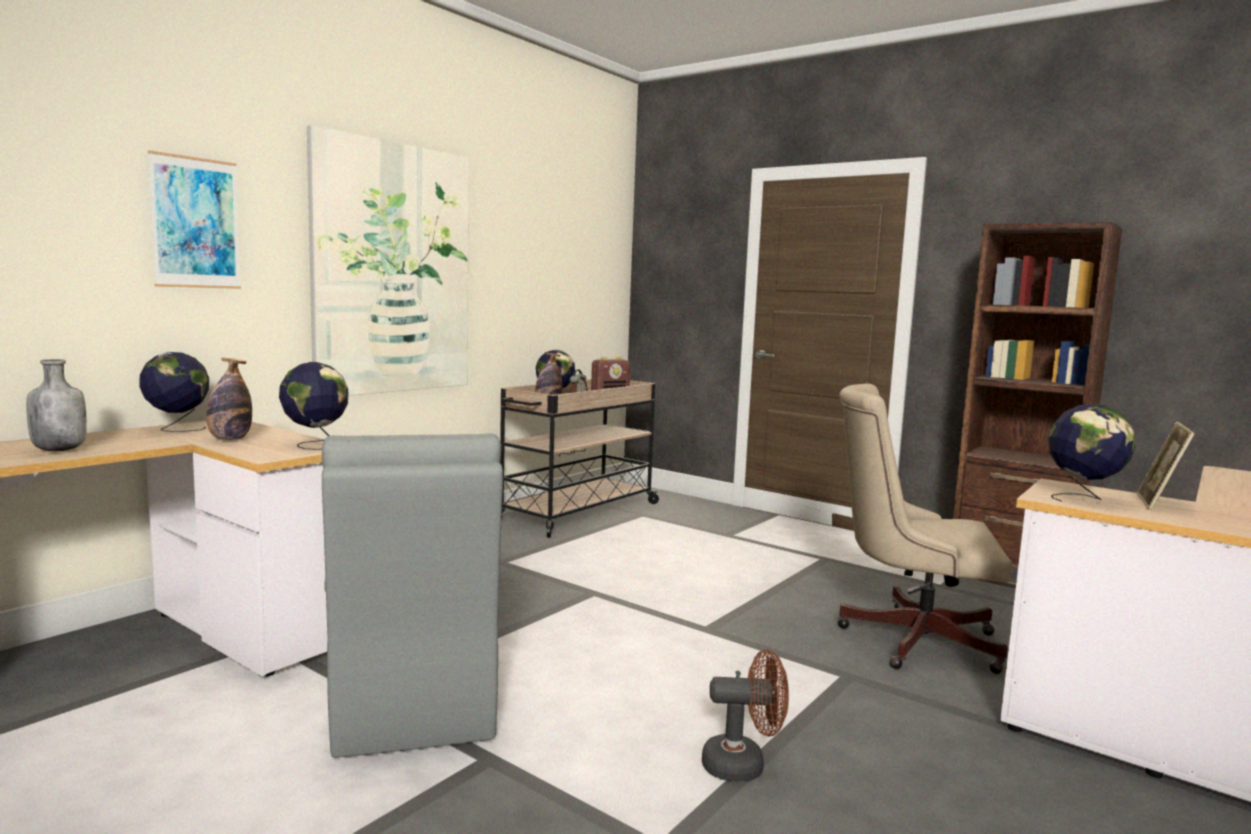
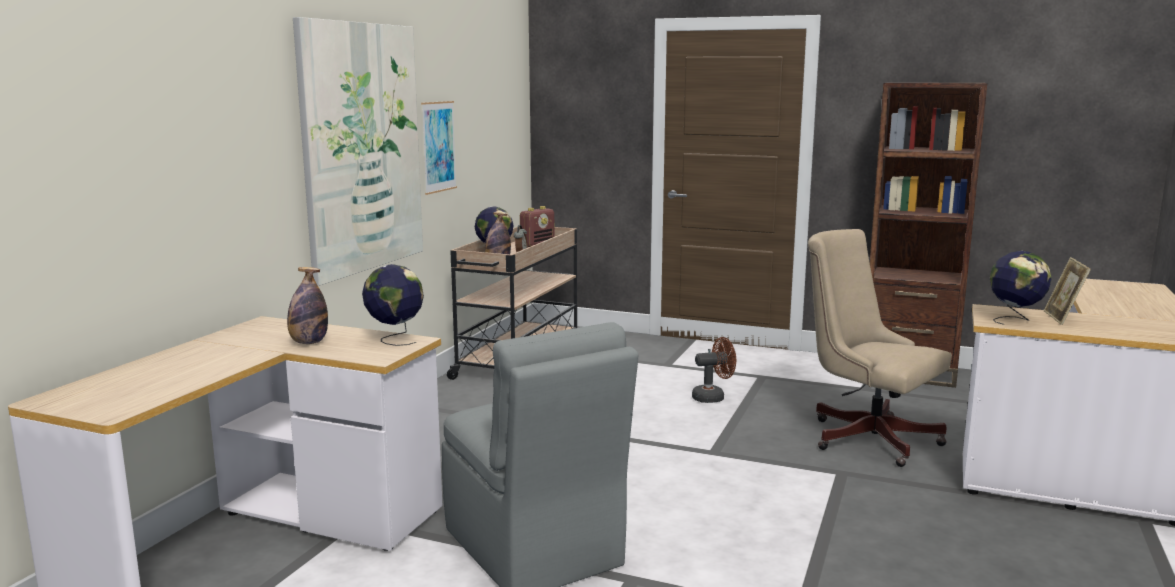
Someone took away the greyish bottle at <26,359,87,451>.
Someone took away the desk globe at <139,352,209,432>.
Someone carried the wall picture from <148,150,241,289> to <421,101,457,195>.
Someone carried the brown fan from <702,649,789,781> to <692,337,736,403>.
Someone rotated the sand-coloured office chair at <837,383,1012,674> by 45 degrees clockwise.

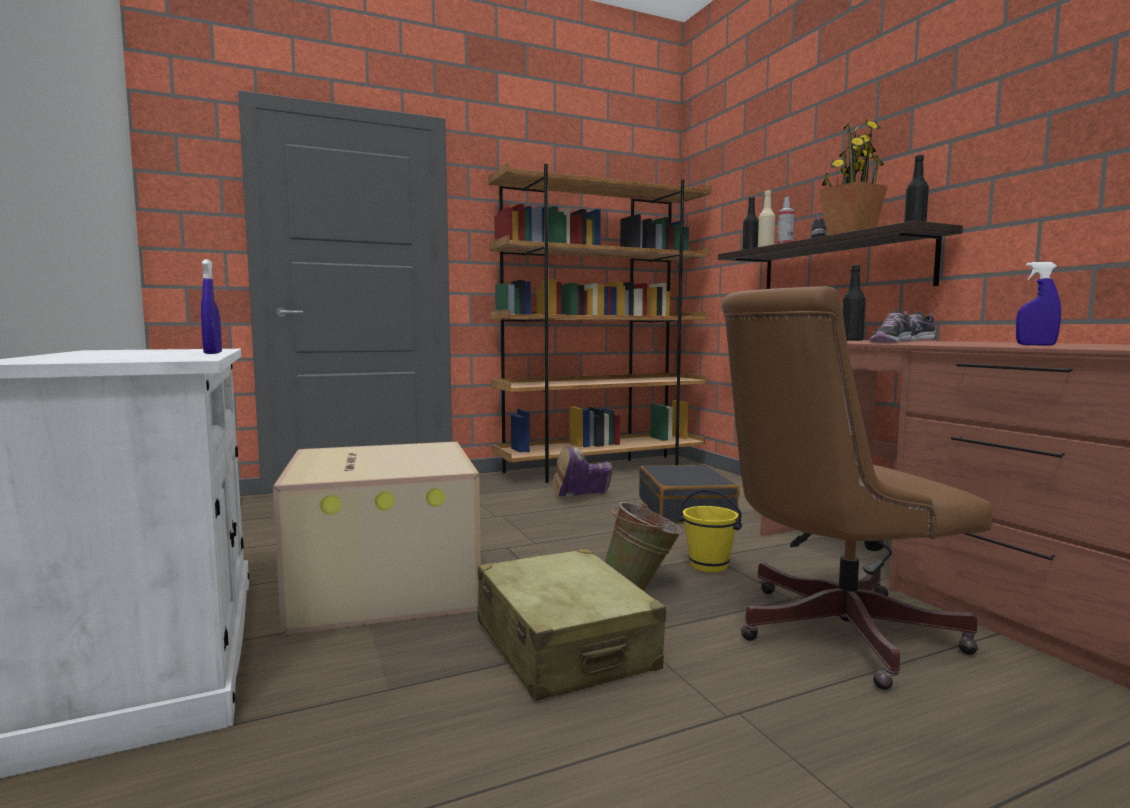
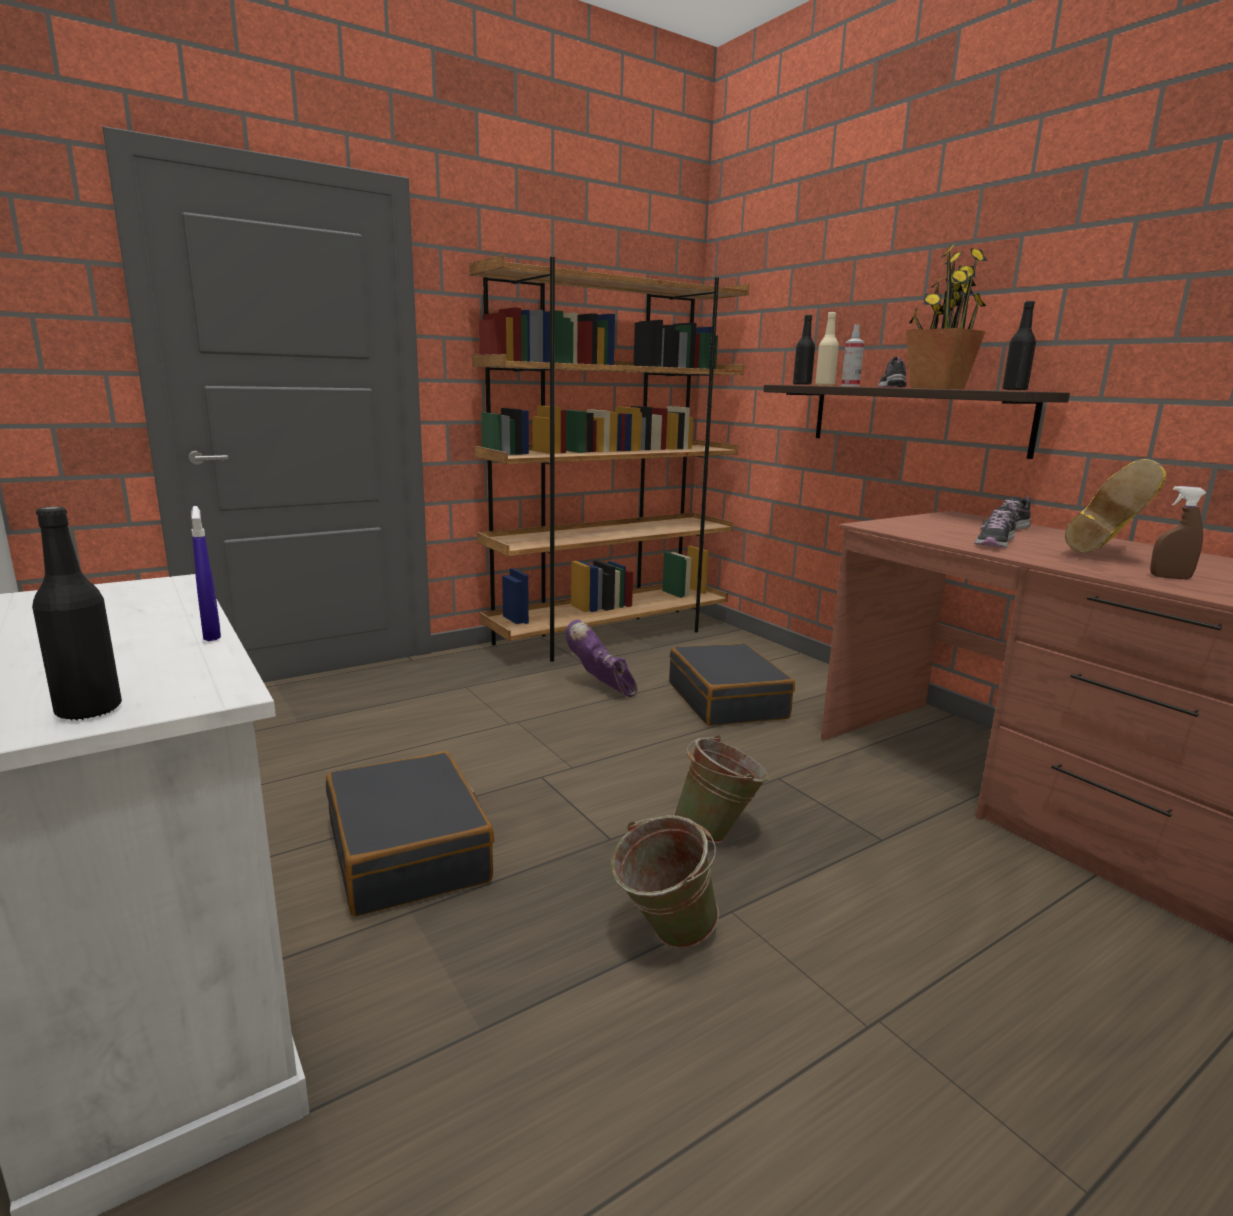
Someone swapped the packing box at <273,442,481,635> for the blackish suitcase at <326,751,494,916>.
Someone swapped the sand-coloured suitcase at <478,548,666,701> for the green pail at <611,816,719,949>.
Someone rotated the purple-coloured high-top boot at <553,447,613,497> by 90 degrees clockwise.
Someone took away the yellow pail at <679,489,742,573>.
Someone took away the brown office chair at <721,286,992,690>.
Someone carried the blackish bottle from <842,265,866,341> to <32,507,122,720>.
Someone repainted the bluish spray bottle at <1016,262,1061,346>, which became the brown spray bottle at <1150,486,1207,579>.
Someone put down the yellow high-top boot at <1065,459,1166,552>.

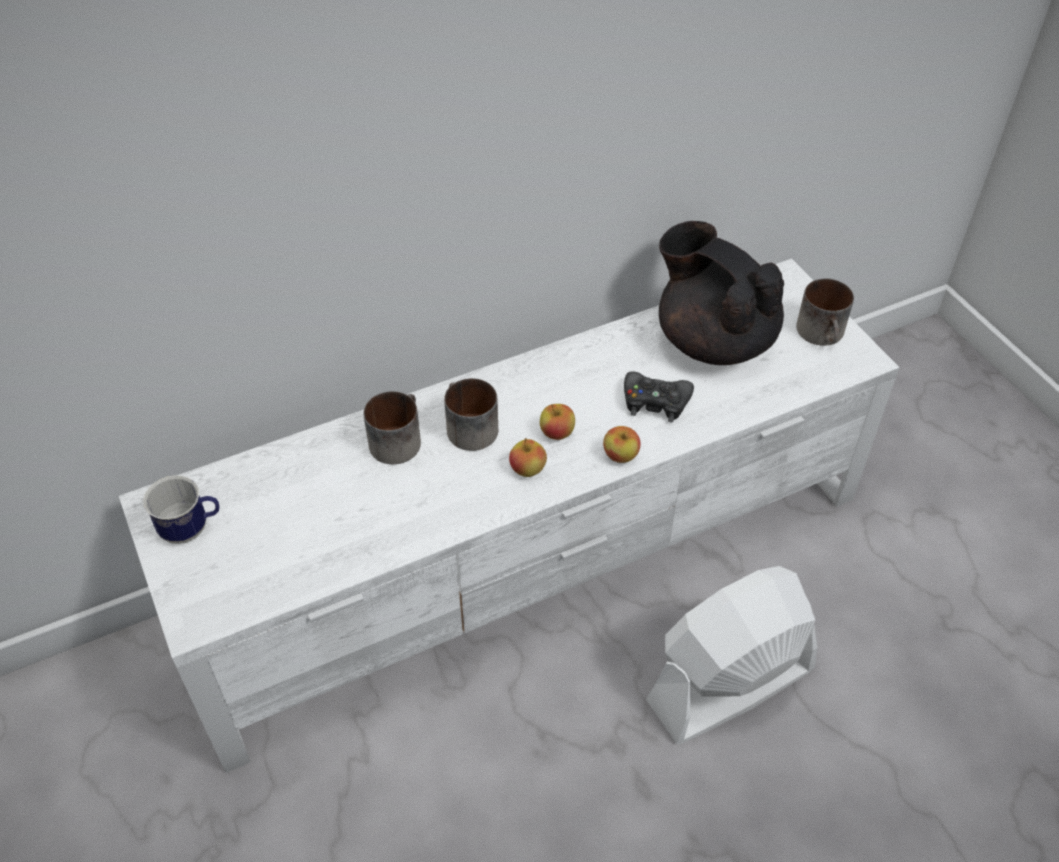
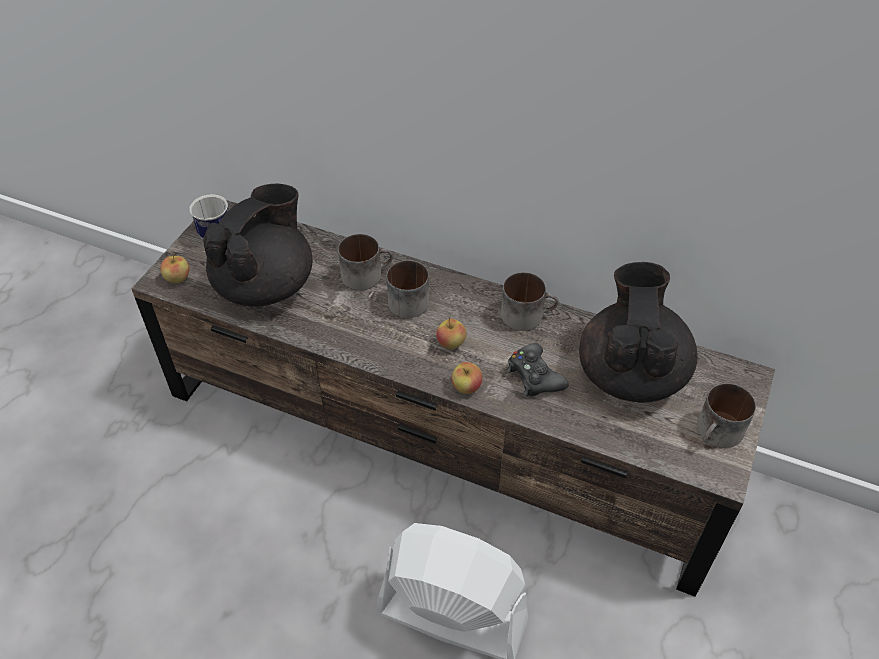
Someone repainted the whitish tv stand at <119,259,899,773>, which became the brown tv stand at <131,200,775,597>.
Someone carried the apple from <509,438,547,477> to <160,253,190,283>.
Someone put down the blackish tea pot at <203,184,312,307>.
Someone put down the tea mug at <501,272,559,331>.

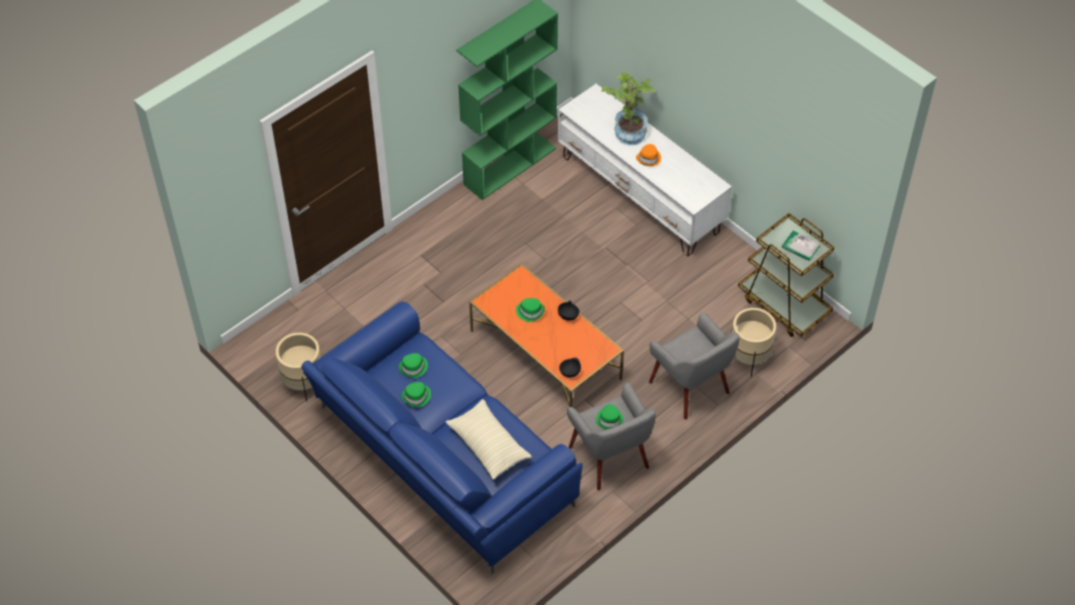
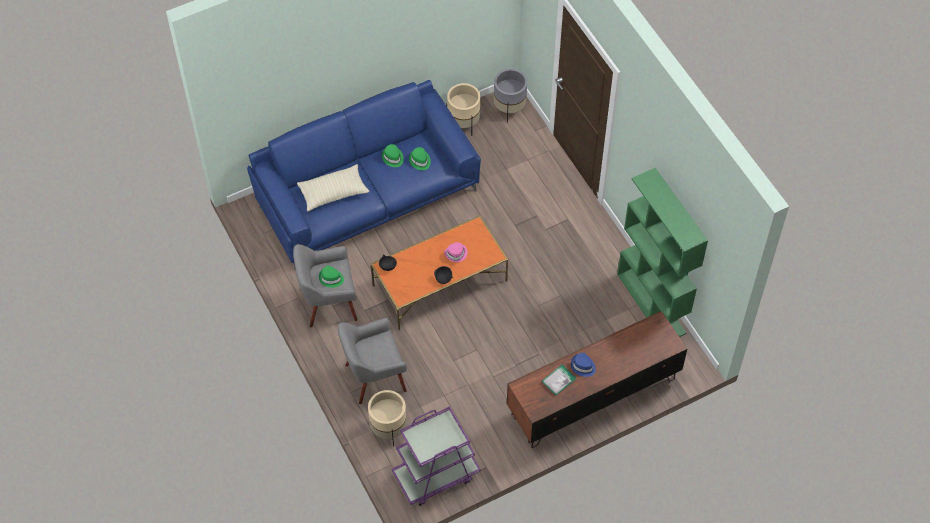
Someone repainted the green wearable hat at <516,298,545,322>, which became the pinkish wearable hat at <444,242,468,262>.
Someone repainted the whitish tv stand at <558,84,732,256>, which became the brown tv stand at <507,311,687,448>.
Someone took away the plant in a pot at <601,72,656,145>.
Someone repainted the orangey wearable hat at <636,144,661,166>, which became the bluish wearable hat at <571,353,596,377>.
Someone repainted the brown wheeled cart at <738,213,834,337>, which became the purple-coloured wheeled cart at <392,406,481,506>.
Someone carried the bound book from <782,231,821,261> to <542,365,576,395>.
Someone put down the greyish plant pot at <494,69,527,123>.

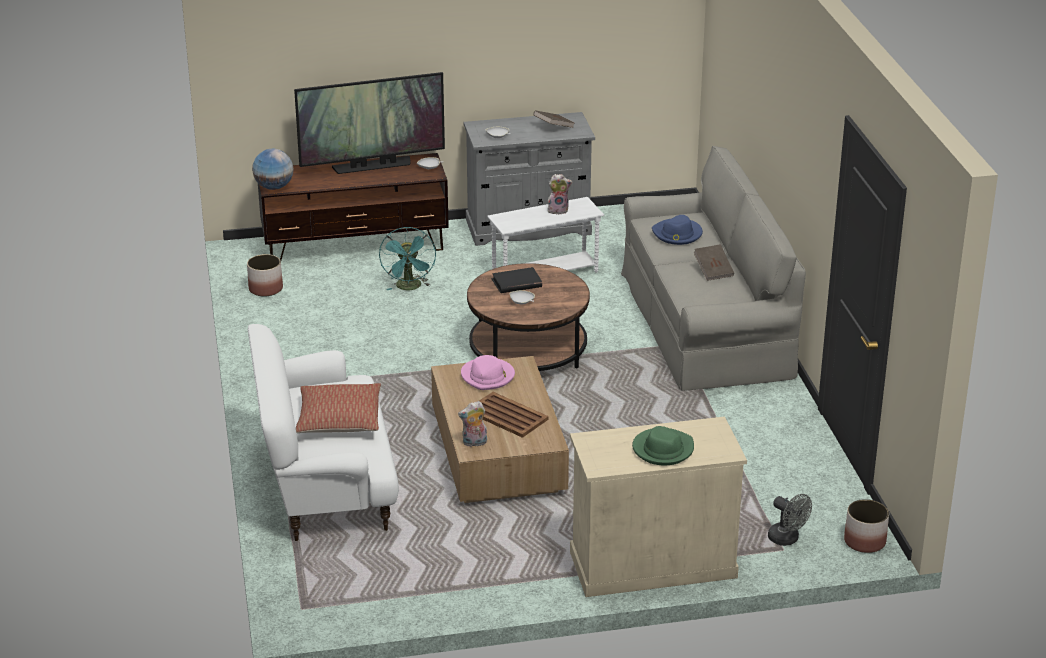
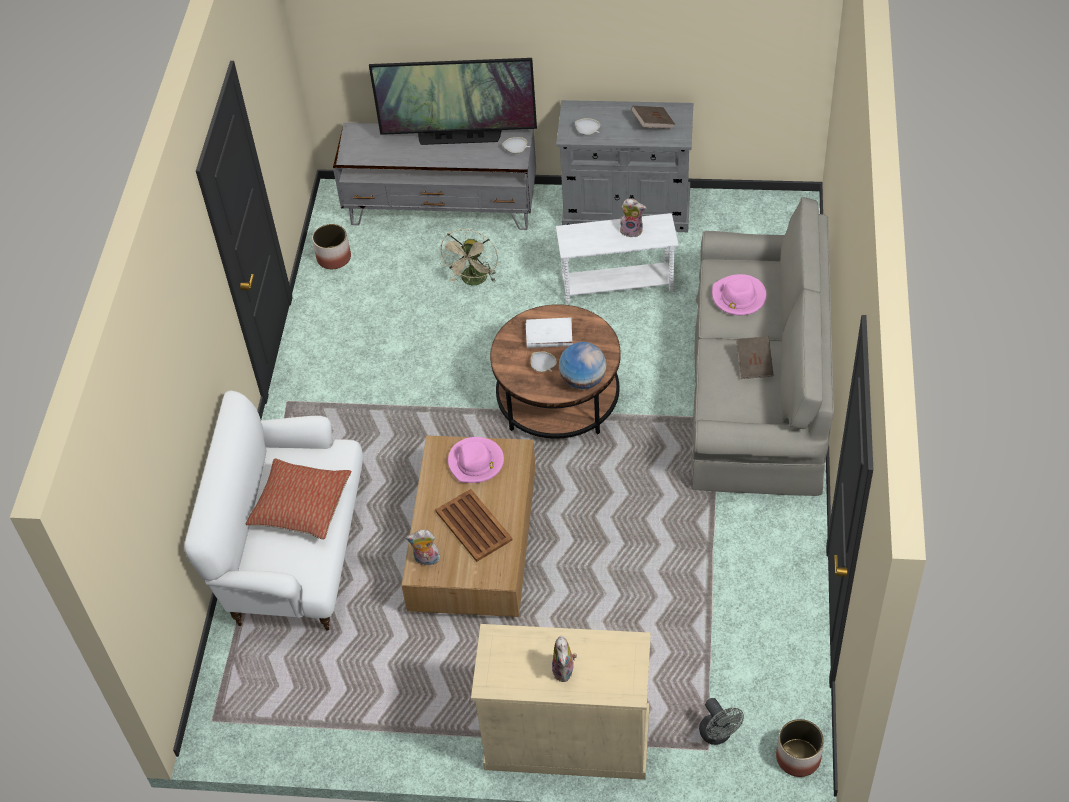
Someone carried the desk globe from <252,149,294,190> to <559,342,606,389>.
Someone repainted the brown tv stand at <258,153,449,260>, which became the greyish tv stand at <333,123,536,230>.
Someone repainted the turquoise fan at <379,227,436,290>, which became the sand-coloured fan at <439,229,498,285>.
Someone repainted the blackish bound book at <491,267,542,293>, which became the whitish bound book at <526,318,572,348>.
Someone swapped the green wearable hat at <632,426,694,465> for the plush toy at <552,635,577,682>.
Someone repainted the bluish wearable hat at <652,215,703,245>, which became the pinkish wearable hat at <712,274,766,315>.

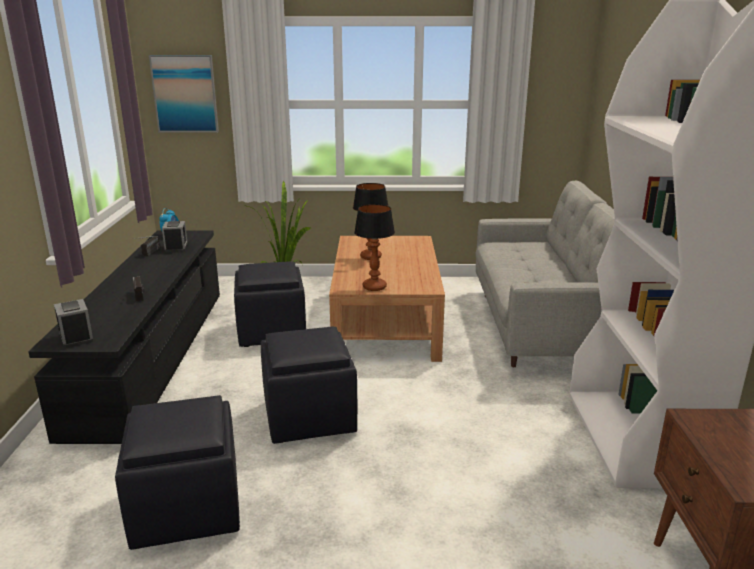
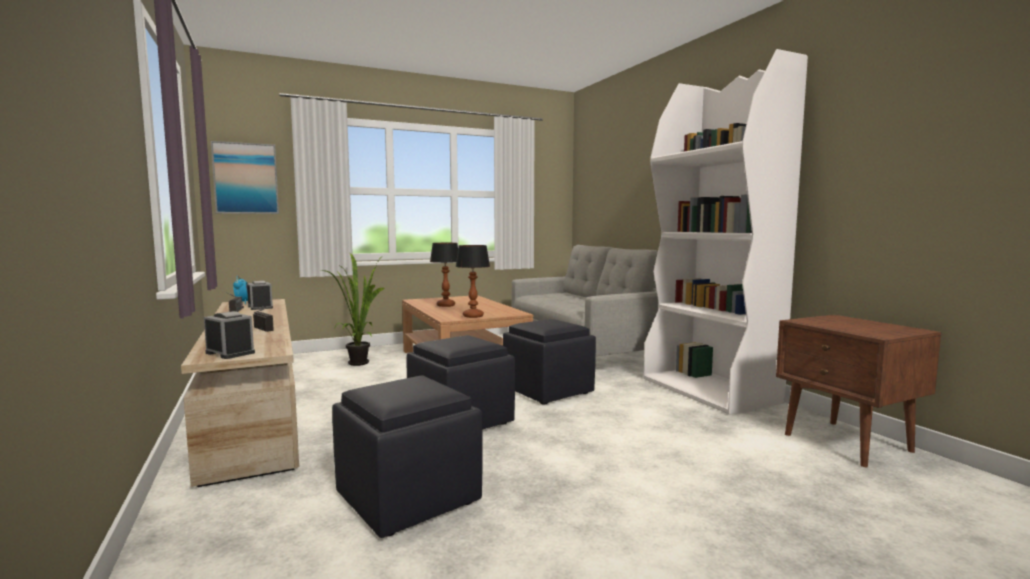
Someone repainted the blackish tv stand at <28,230,220,444>, which became the sand-coloured tv stand at <181,299,299,487>.
Someone carried the blackish footrest from <234,261,306,347> to <503,319,596,404>.

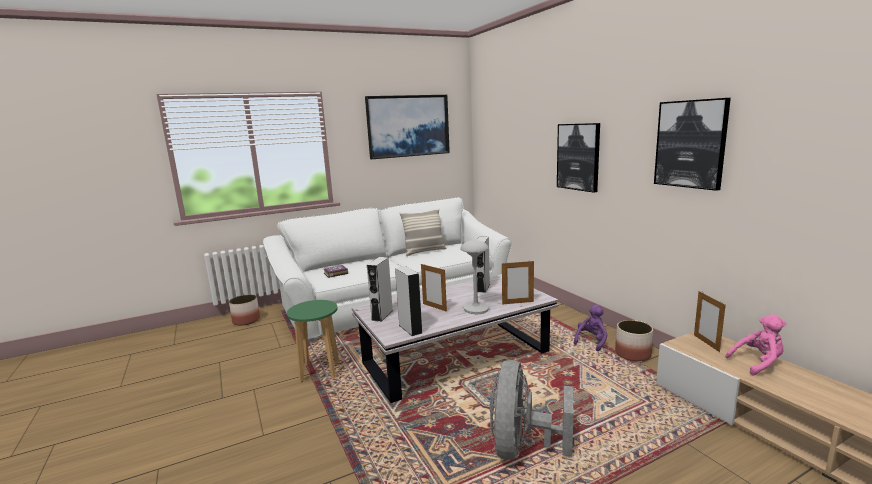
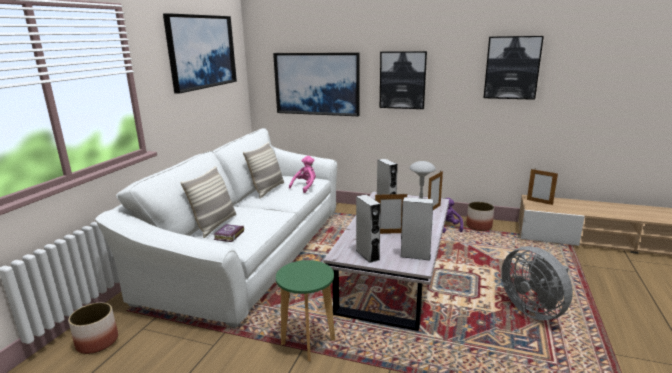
Someone carried the pinkish plush toy from <725,314,787,375> to <289,156,316,193>.
Someone put down the throw pillow at <180,166,236,238>.
Someone put up the wall picture at <273,52,360,116>.

